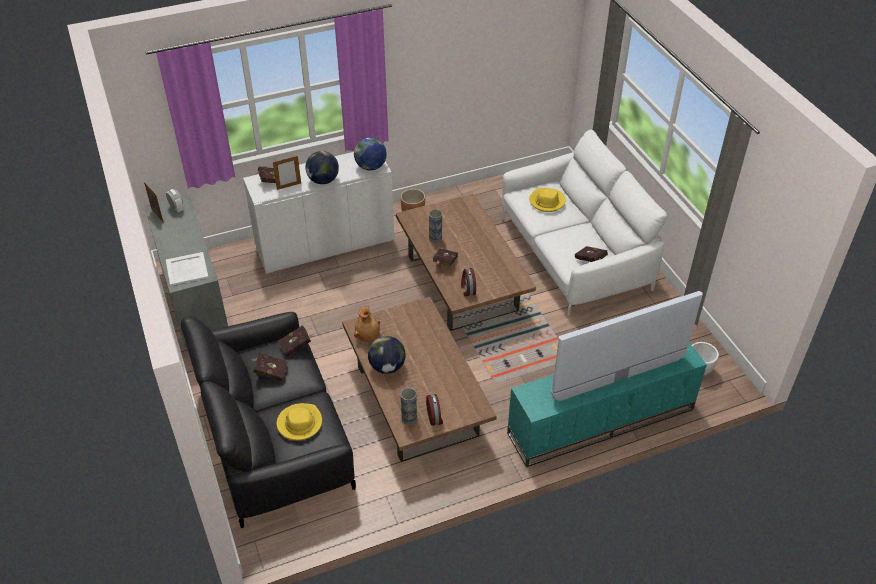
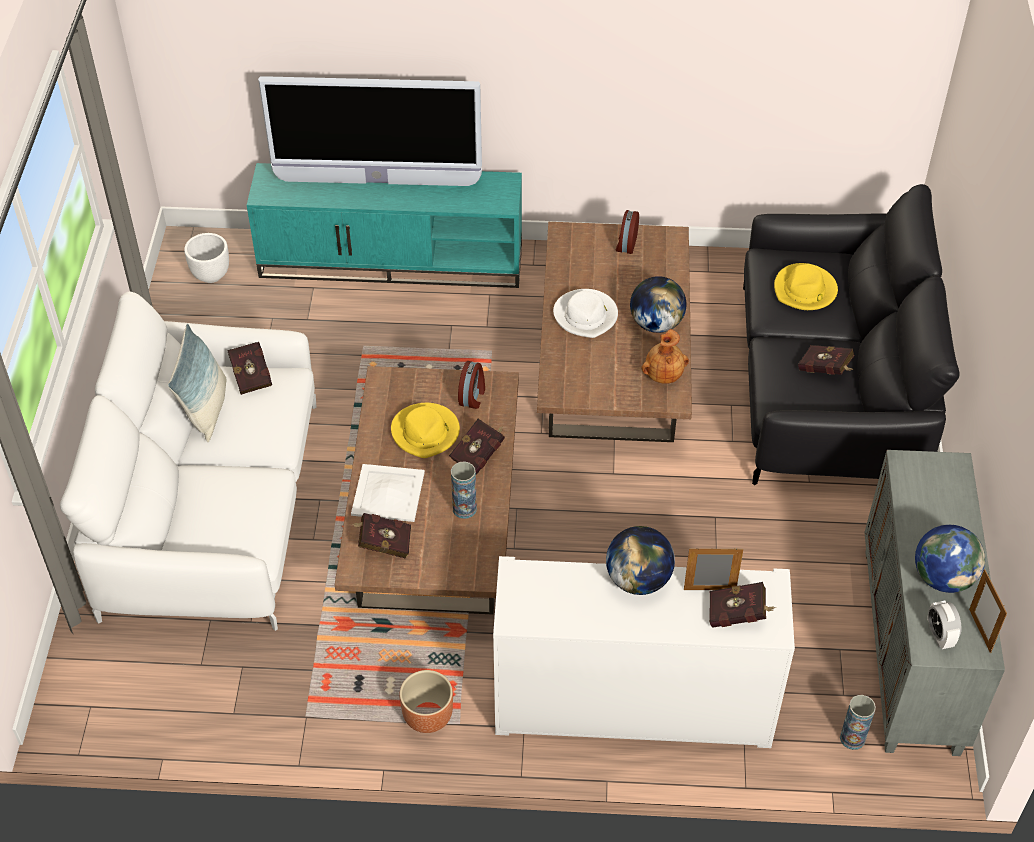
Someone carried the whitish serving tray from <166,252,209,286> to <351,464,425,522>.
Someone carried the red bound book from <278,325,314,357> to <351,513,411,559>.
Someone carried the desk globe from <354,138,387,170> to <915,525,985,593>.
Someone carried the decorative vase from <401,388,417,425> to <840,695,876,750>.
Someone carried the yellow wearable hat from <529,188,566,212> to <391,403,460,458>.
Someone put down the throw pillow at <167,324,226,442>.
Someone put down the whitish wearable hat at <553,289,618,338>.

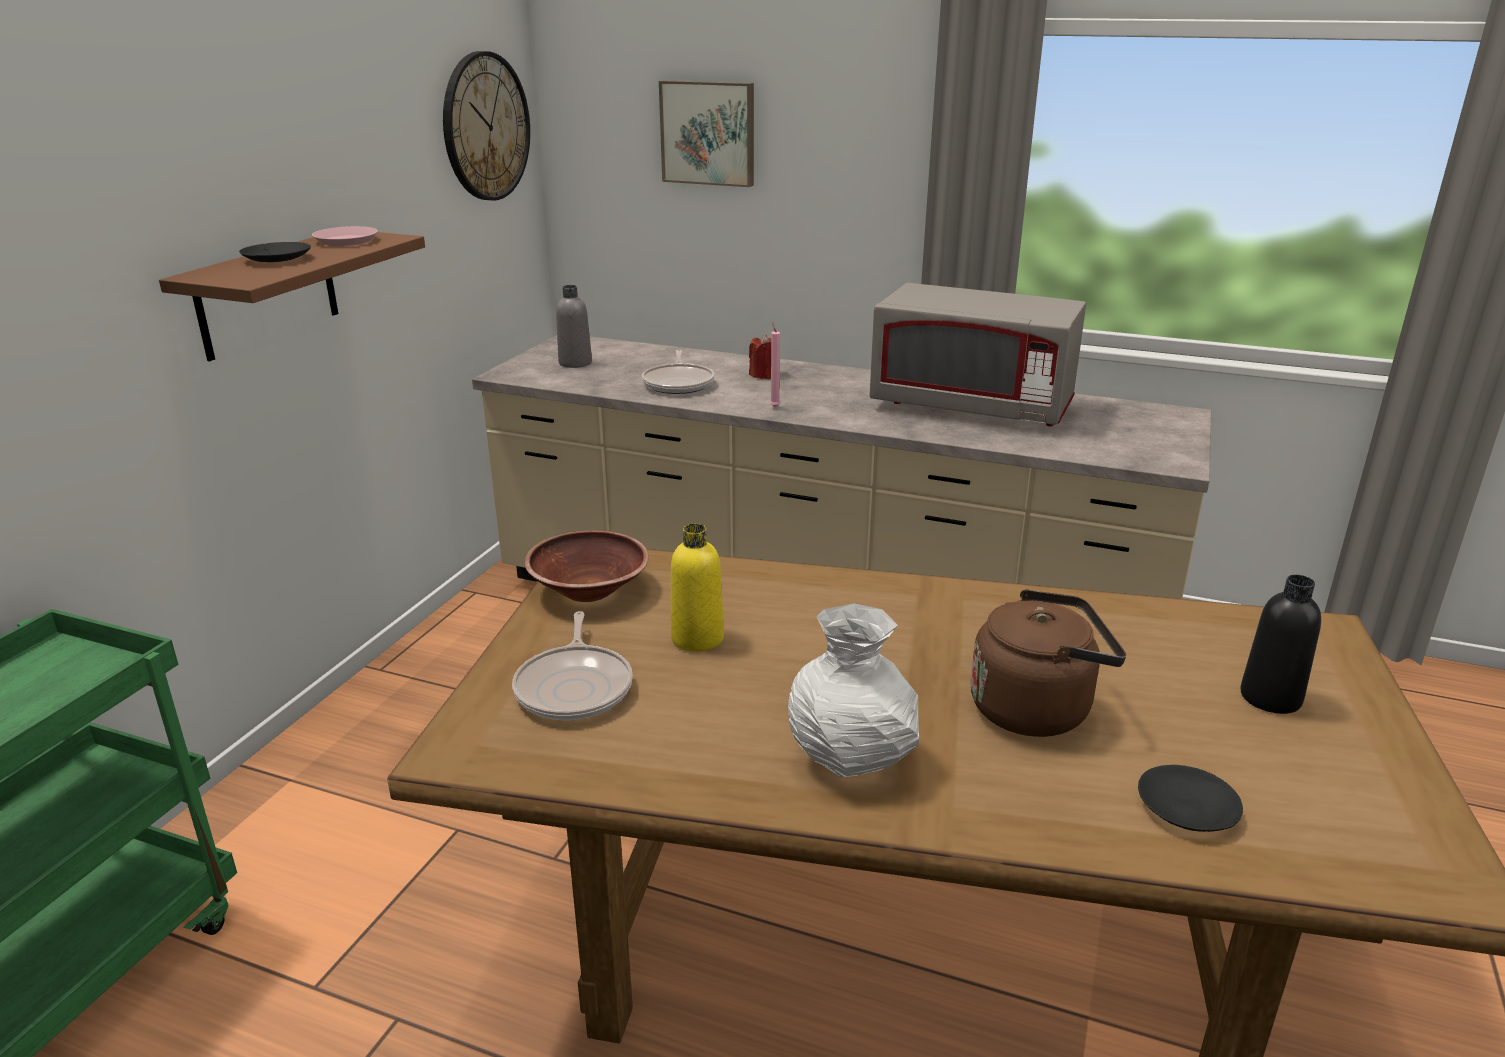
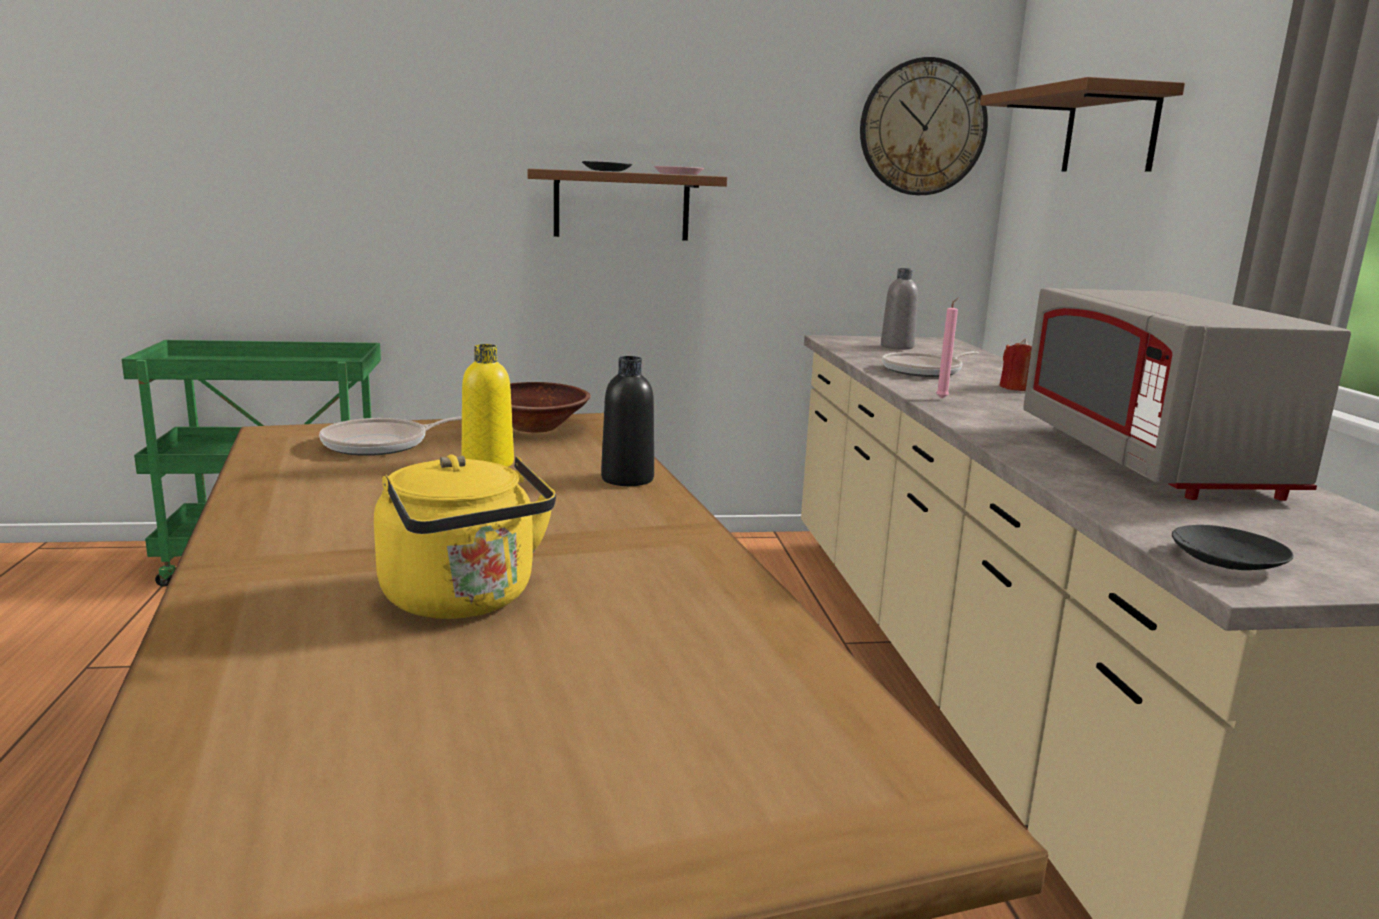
Someone swapped the wall picture at <659,80,754,187> for the brown shelf at <980,77,1185,172>.
Someone took away the whitish decorative vase at <788,603,919,777>.
Someone repainted the brown kettle at <970,589,1126,737>, which became the yellow kettle at <374,454,556,619>.
Someone carried the blackish flat dish from <1138,765,1243,832> to <1172,525,1294,570>.
Someone carried the blackish bottle from <1240,575,1321,714> to <601,356,654,486>.

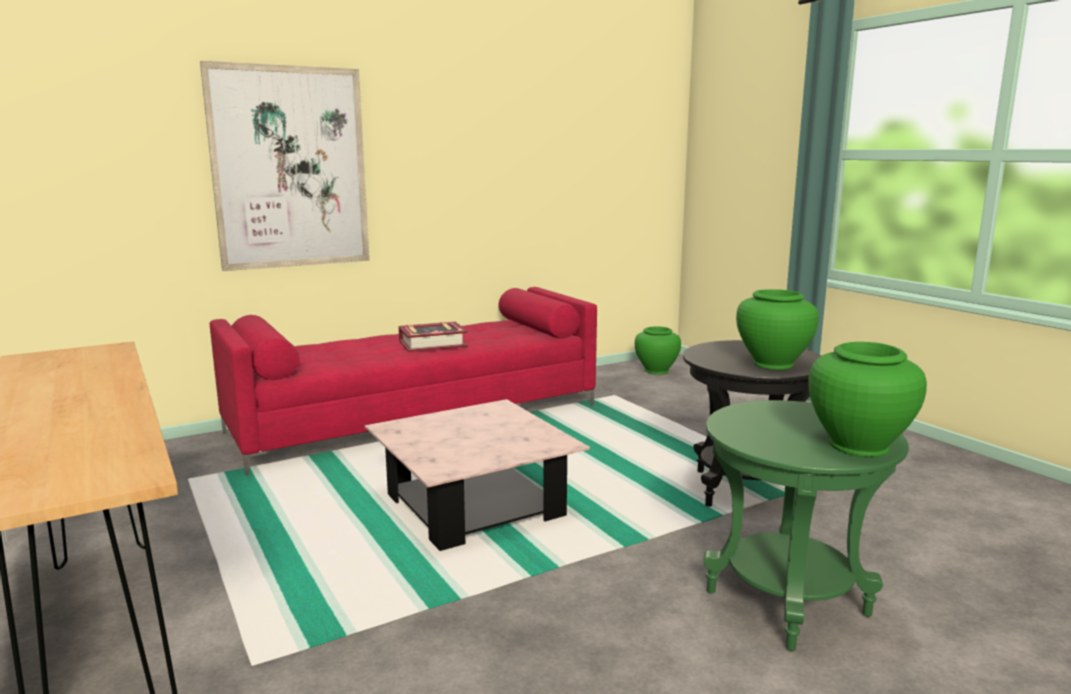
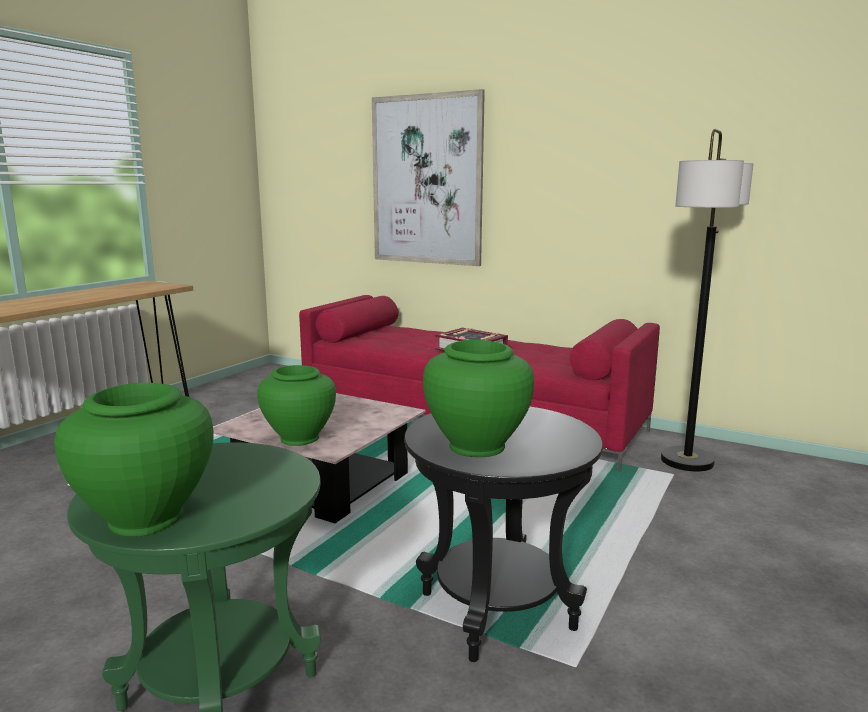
Someone carried the green decorative vase from <635,326,681,375> to <257,365,336,446>.
Someone put down the standing lamp at <661,129,753,471>.

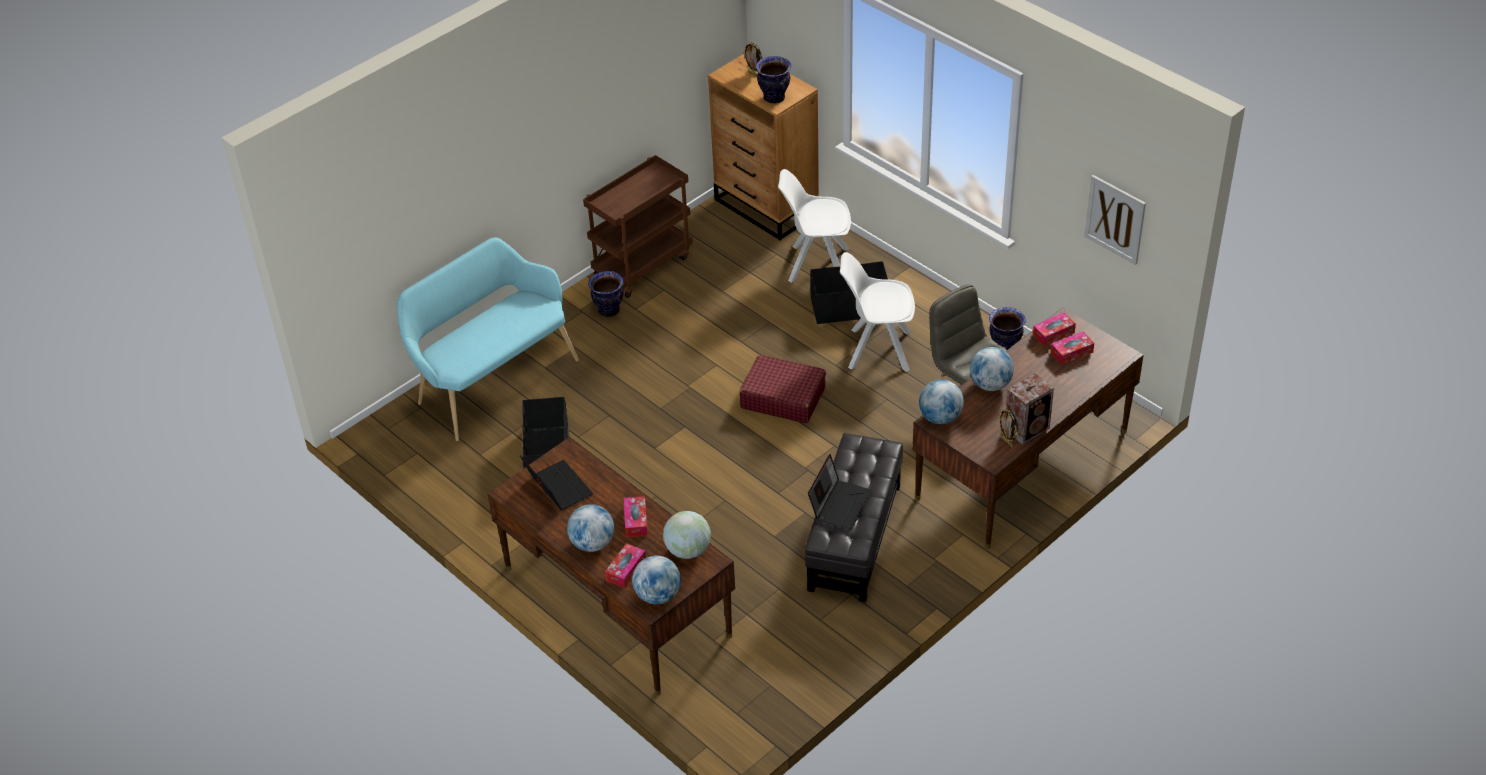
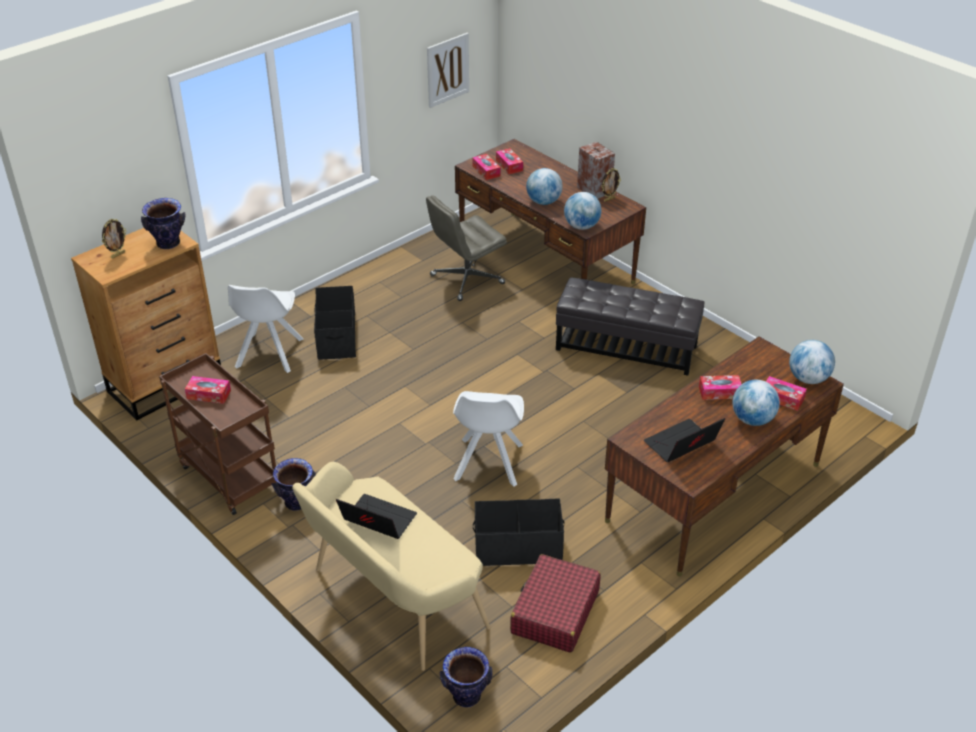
Someone repainted the turquoise indoor bench at <397,237,579,441>, which became the sand-coloured indoor bench at <292,462,490,671>.
Someone took away the desk globe at <663,511,711,559>.
Someone carried the red suitcase from <739,355,826,423> to <510,554,601,653>.
Someone carried the portable computer from <808,454,872,530> to <336,494,417,539>.
Someone carried the whitish plain chair from <840,252,915,372> to <453,391,524,486>.
Someone carried the decorative vase from <989,307,1026,350> to <440,647,492,707>.
Someone put down the box of tissues at <185,376,231,404>.

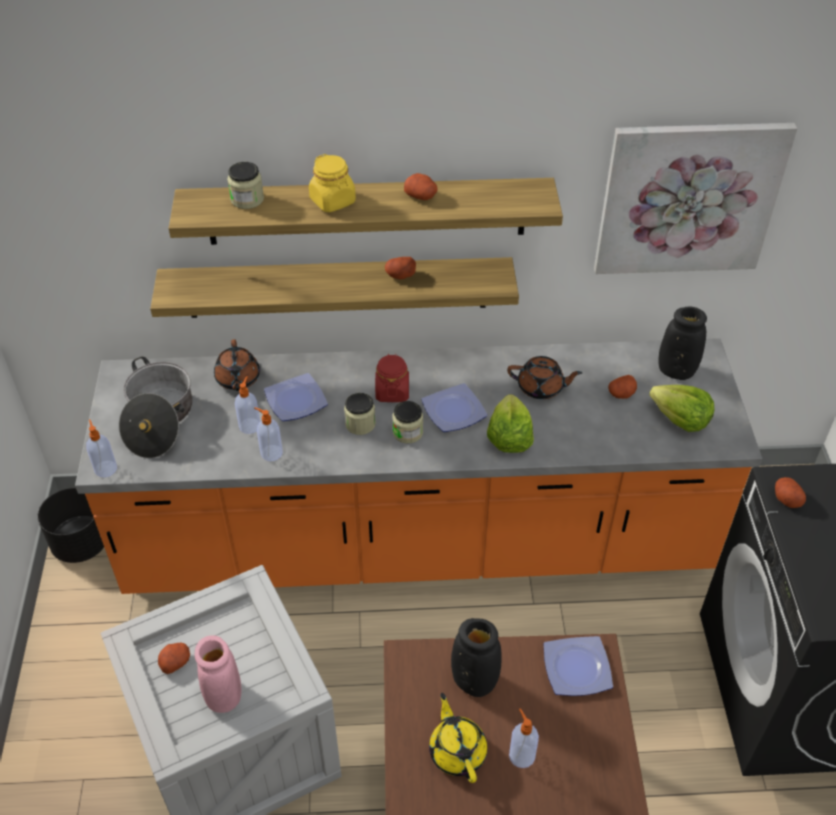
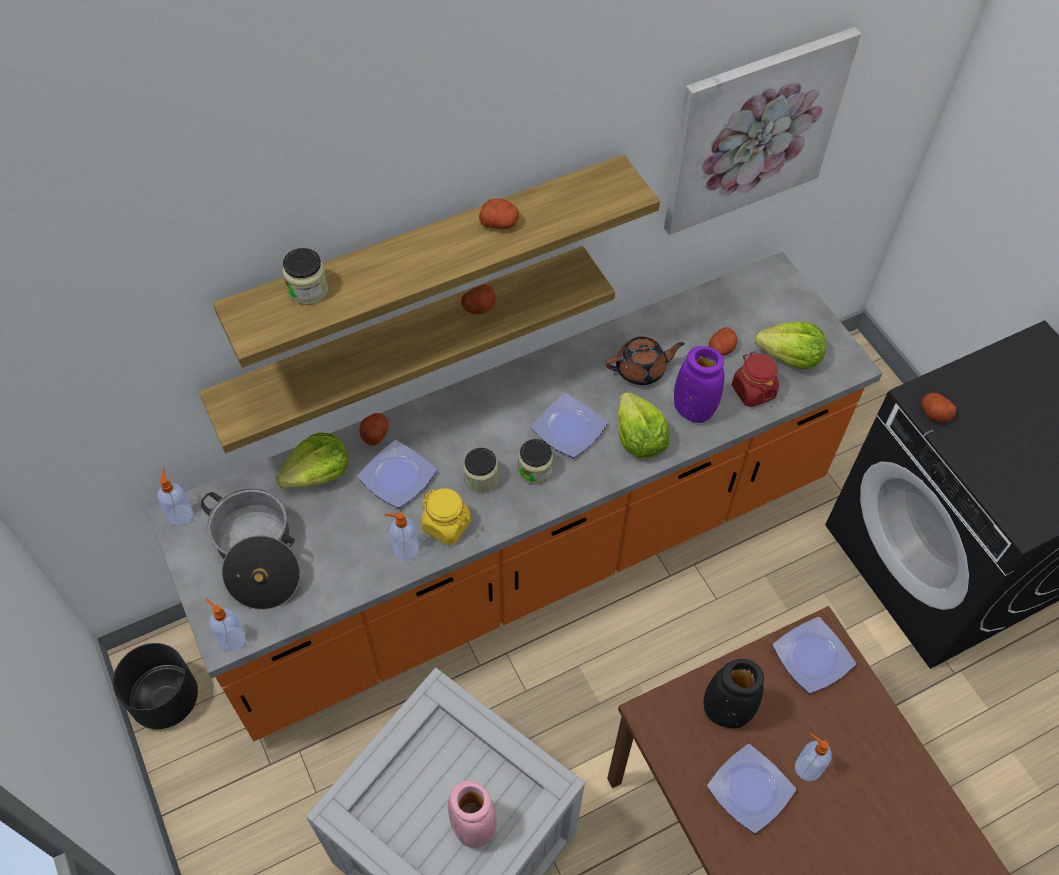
Someone carried the potato from <158,643,190,674> to <360,413,389,445>.
Someone swapped the brown tea pot at <214,339,260,391> for the lettuce head at <276,432,349,488>.
Someone carried the soap dispenser from <235,376,260,434> to <158,468,193,525>.
Someone carried the yellow preserve jar from <309,154,356,212> to <421,488,471,545>.
Someone carried the red preserve jar from <375,354,409,402> to <732,352,779,407>.
Someone swapped the yellow tea pot at <429,693,488,783> for the flat dish at <707,744,796,833>.
Someone took away the blackish decorative vase at <658,306,707,380>.
Someone put down the purple-coloured decorative vase at <674,346,724,423>.

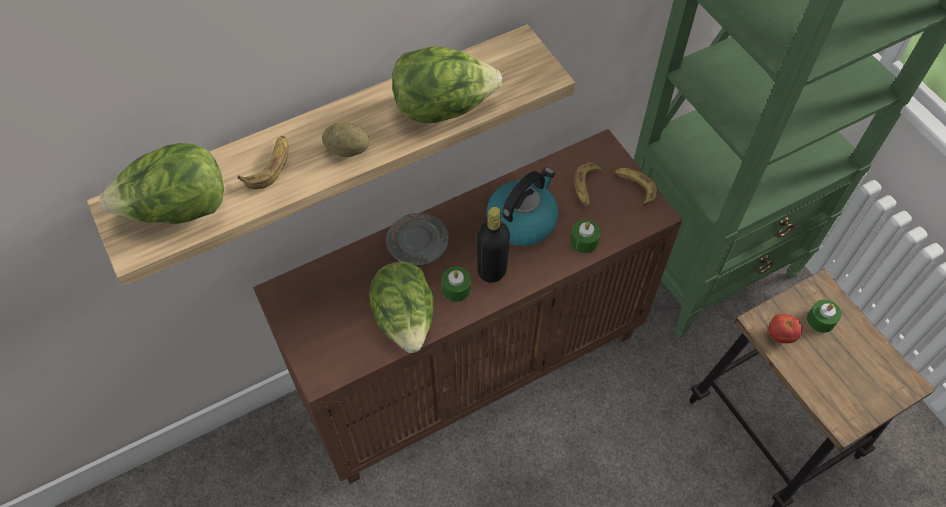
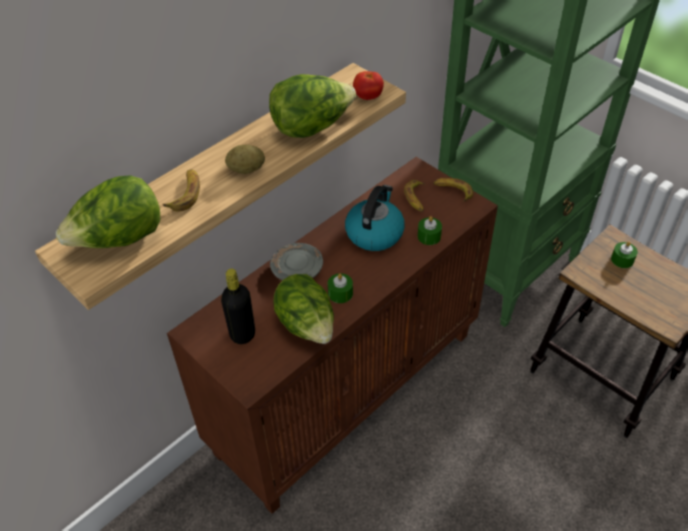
Someone carried the blackish bottle from <477,207,510,283> to <221,269,255,344>.
Someone carried the tomato from <769,314,802,343> to <353,71,384,100>.

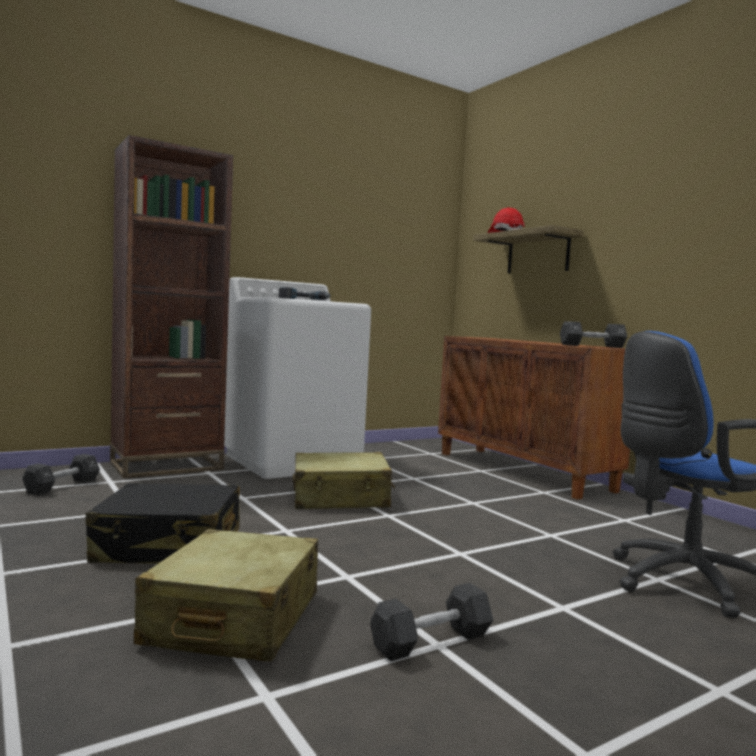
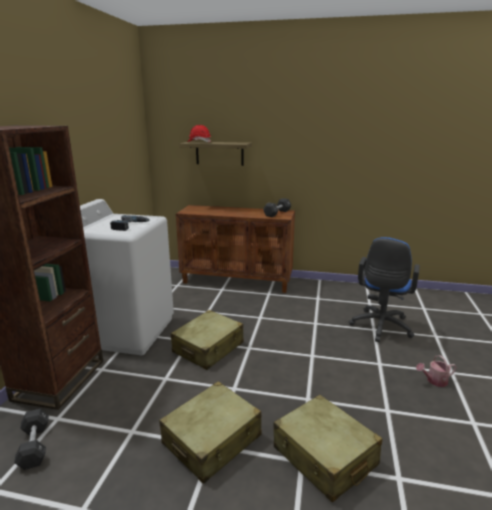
Someone repainted the blackish suitcase at <86,483,240,564>, which became the sand-coloured suitcase at <159,381,262,484>.
Someone took away the blackish hand weight at <370,583,493,661>.
Someone put down the watering pot at <416,355,457,387>.

